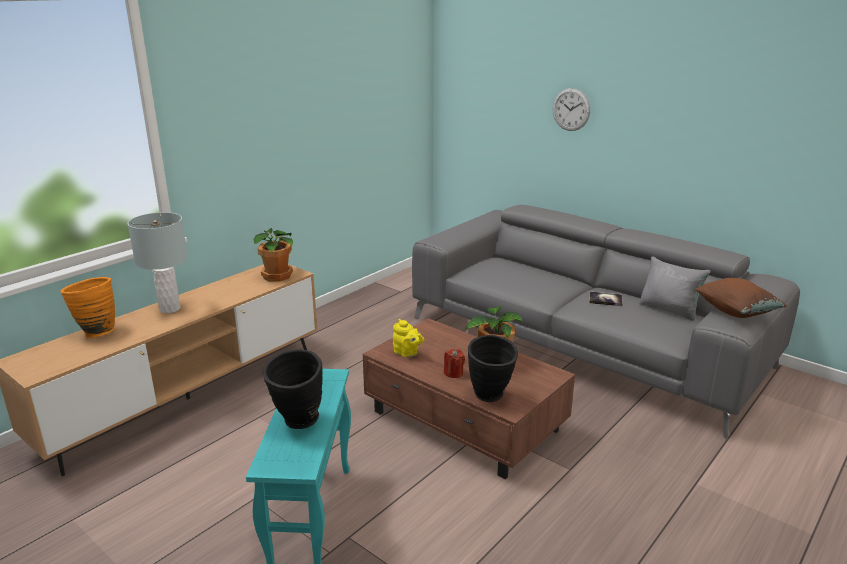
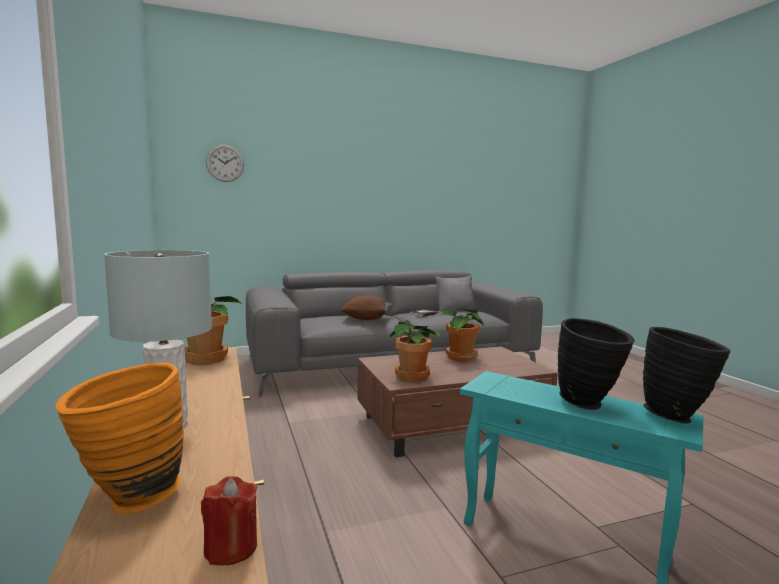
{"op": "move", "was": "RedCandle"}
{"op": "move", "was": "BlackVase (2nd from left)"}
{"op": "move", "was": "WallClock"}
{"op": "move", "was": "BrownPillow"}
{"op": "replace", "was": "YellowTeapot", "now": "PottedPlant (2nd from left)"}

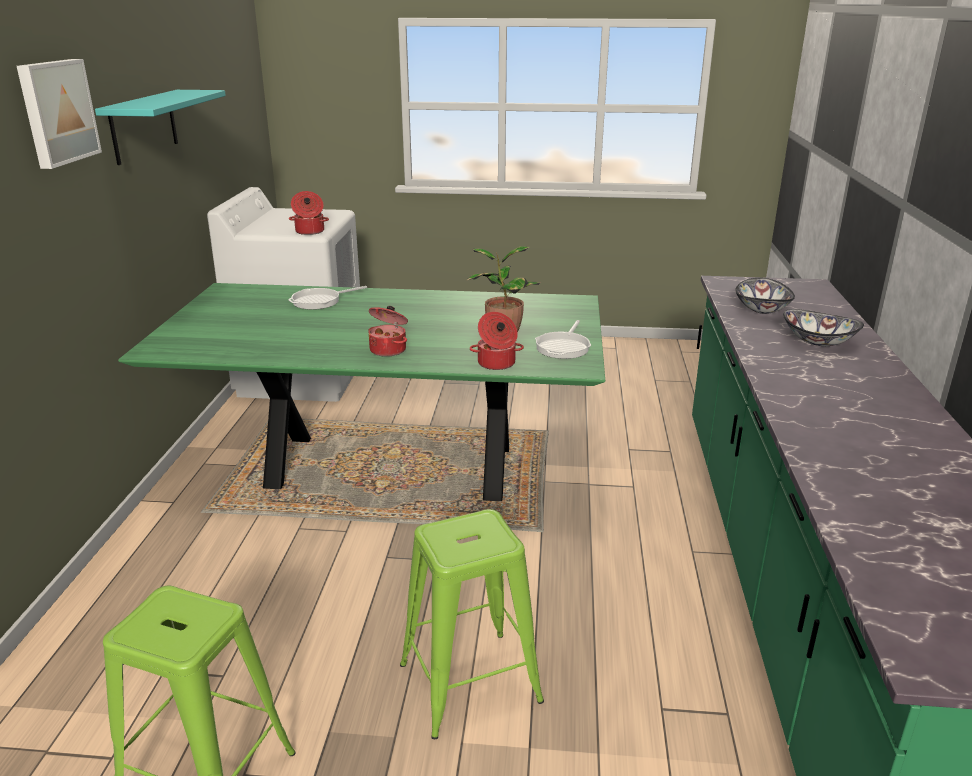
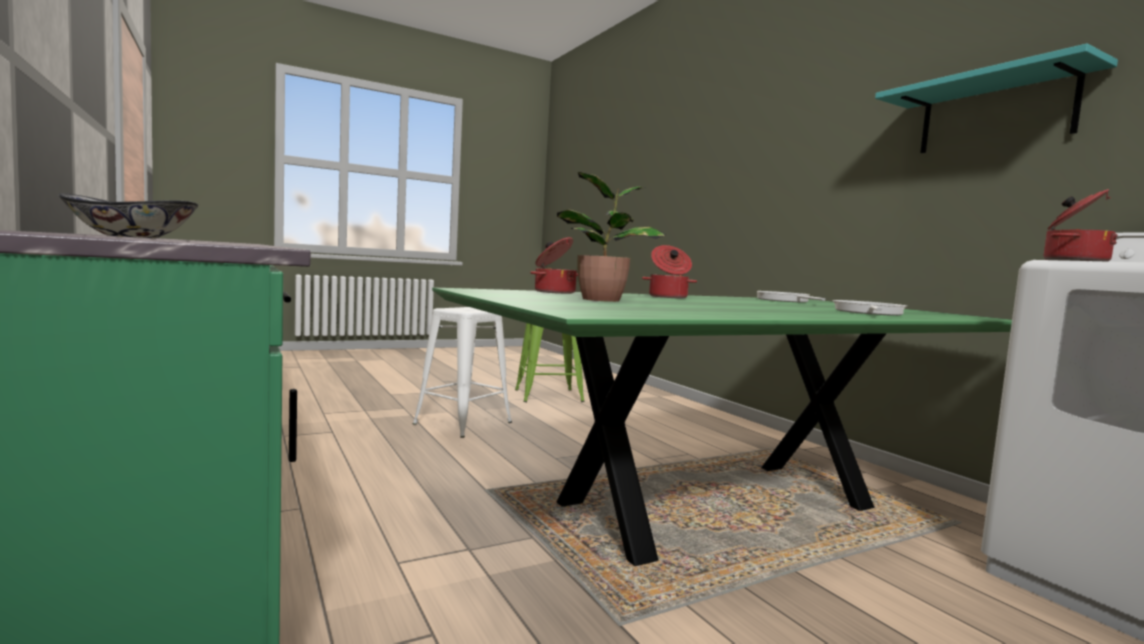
{"op": "delete", "was": "Picture"}
{"op": "delete", "was": "Bowl (1st from left)"}
{"op": "move", "was": "FryingPan (2nd from left in the first image)", "now": "FryingPan (1st from left)"}
{"op": "recolor", "was": "GreenStool (2nd from left)", "now": "WhiteStool"}

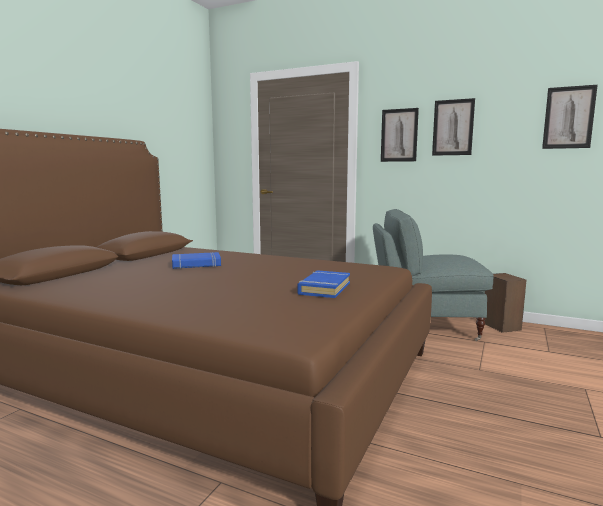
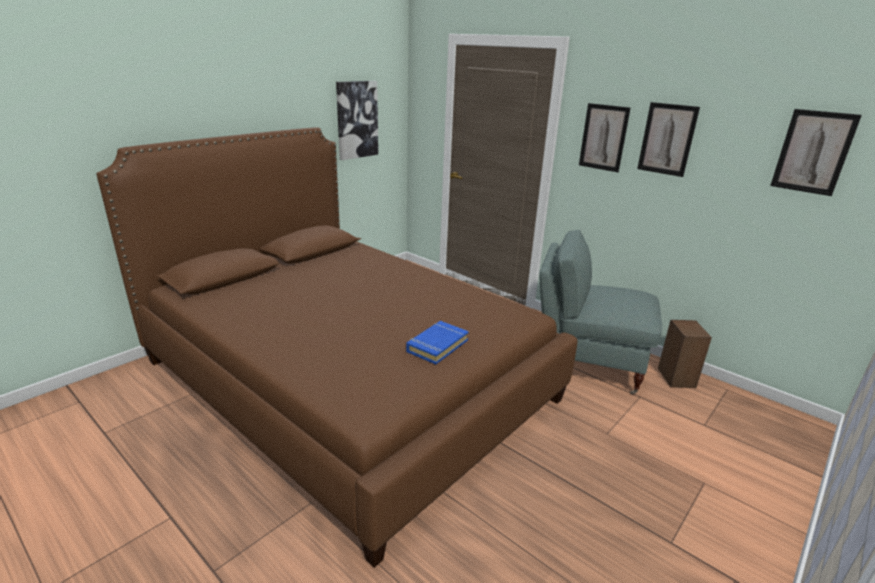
{"op": "delete", "was": "BlueBook (1st from left)"}
{"op": "insert", "now": "Picture (1st from left)"}

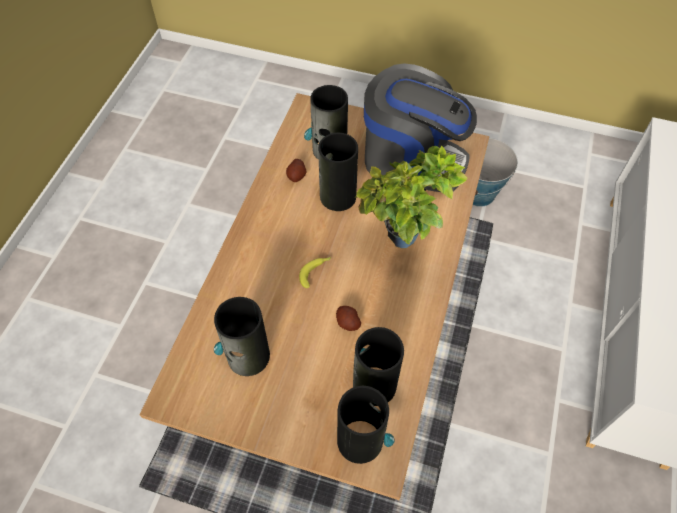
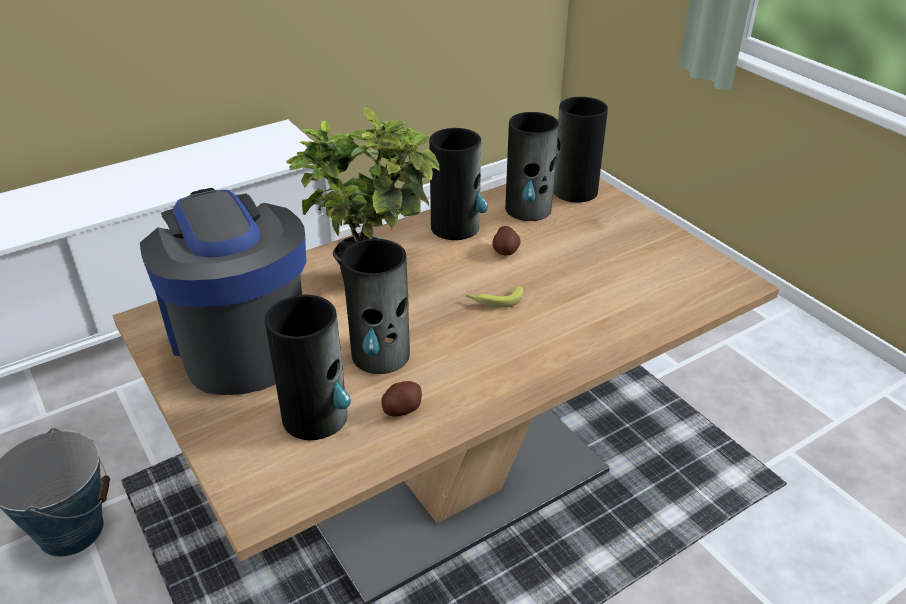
{"op": "move", "was": "Vase (1st from left in the first image)", "now": "Vase (3rd from left)"}

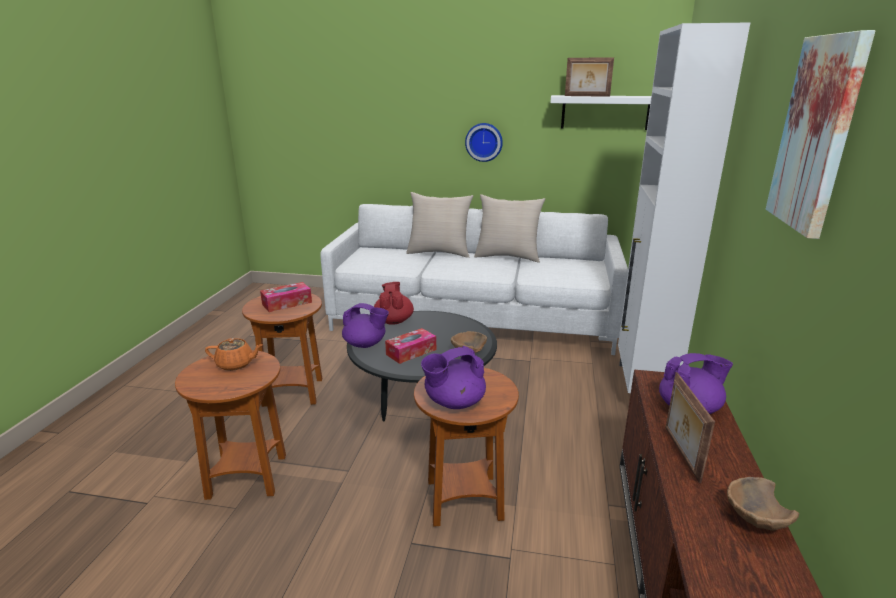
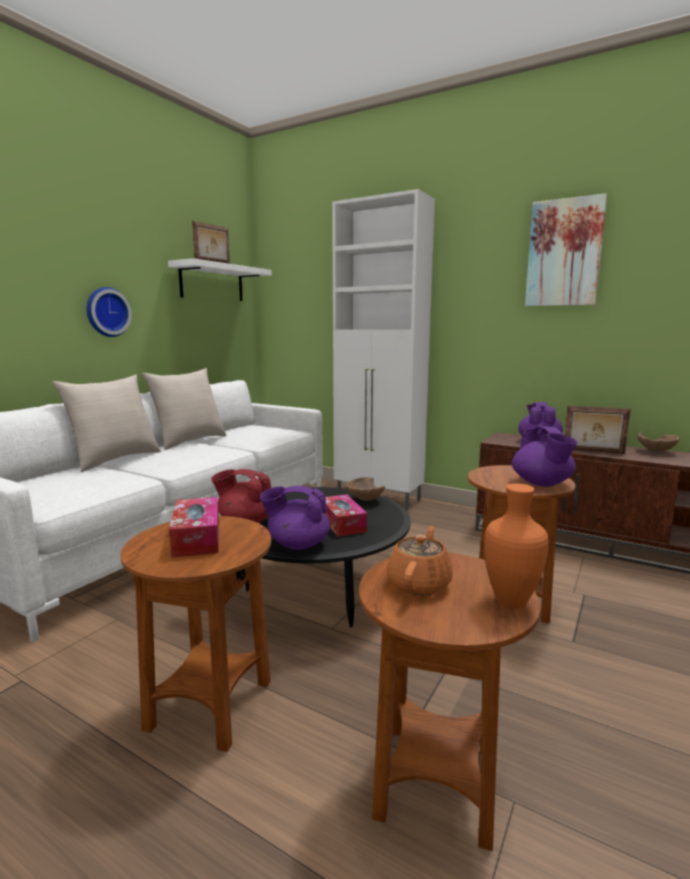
{"op": "insert", "now": "OrangeVase"}
{"op": "rotate", "was": "PurpleTeapot (1st from left)", "clockwise": -120}

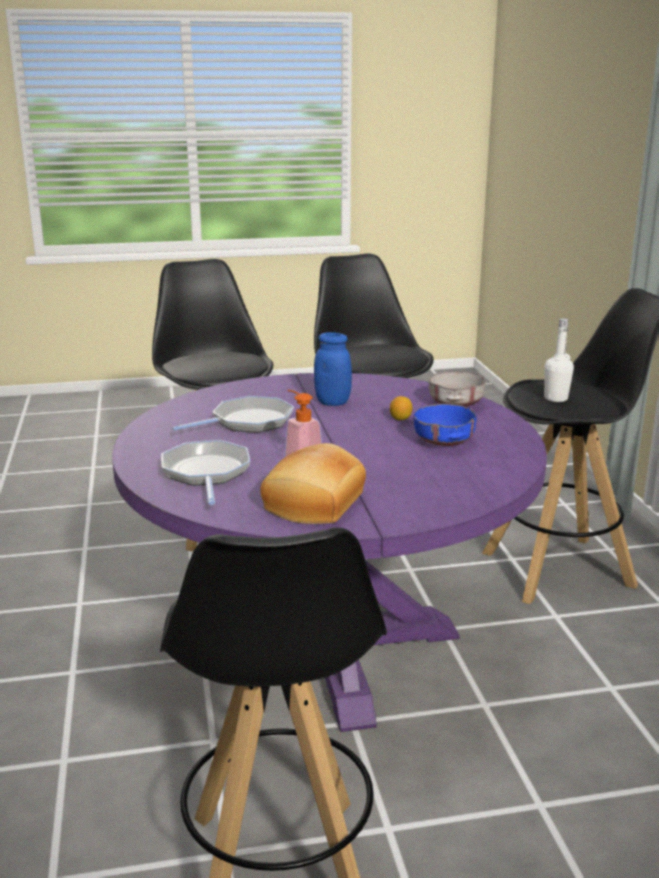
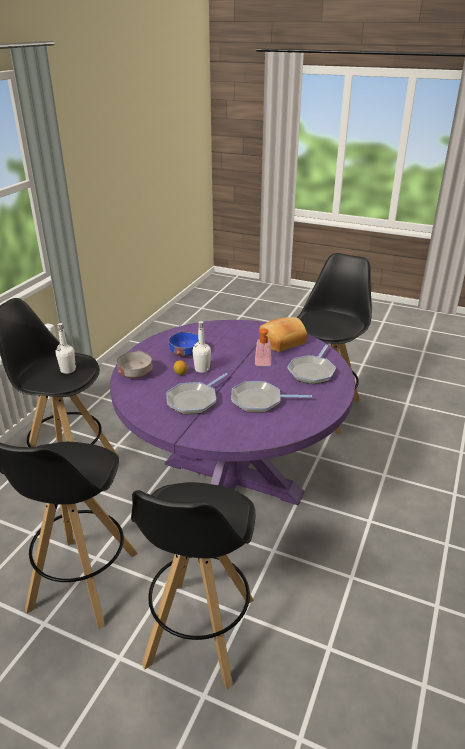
{"op": "insert", "now": "WhiteBottle (2nd from left)"}
{"op": "replace", "was": "BlueJar", "now": "FryingPan (1st from left)"}

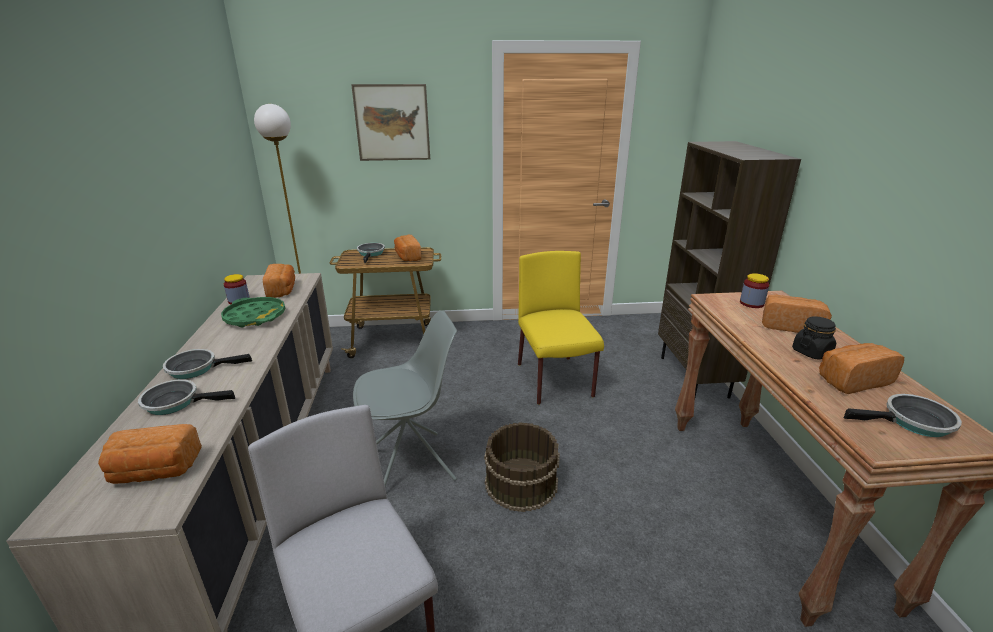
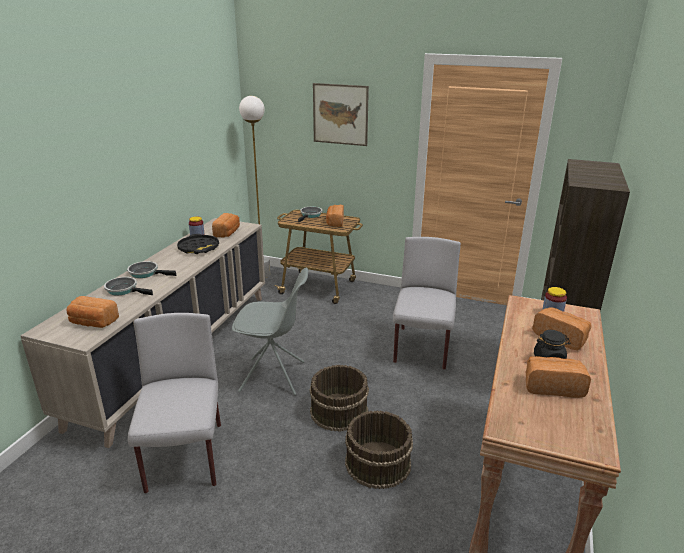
{"op": "delete", "was": "FryingPan (4th from left)"}
{"op": "insert", "now": "BrownBucket (2nd from left)"}
{"op": "recolor", "was": "GreenTray", "now": "BlackTray"}
{"op": "recolor", "was": "YellowChair", "now": "GreyChair (3rd from left)"}

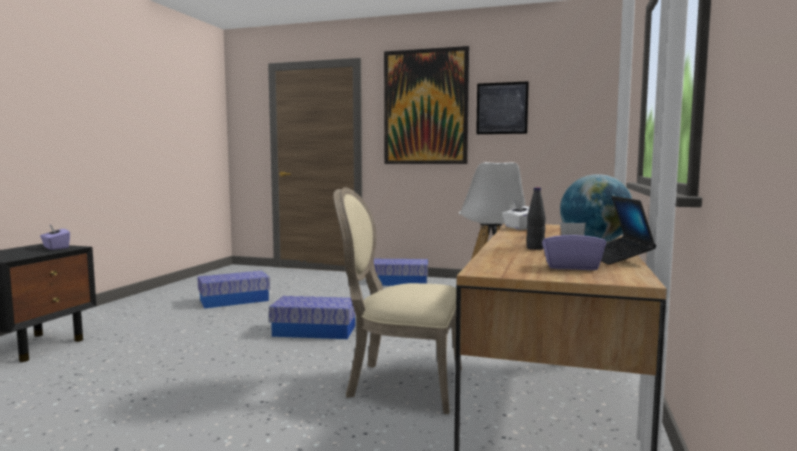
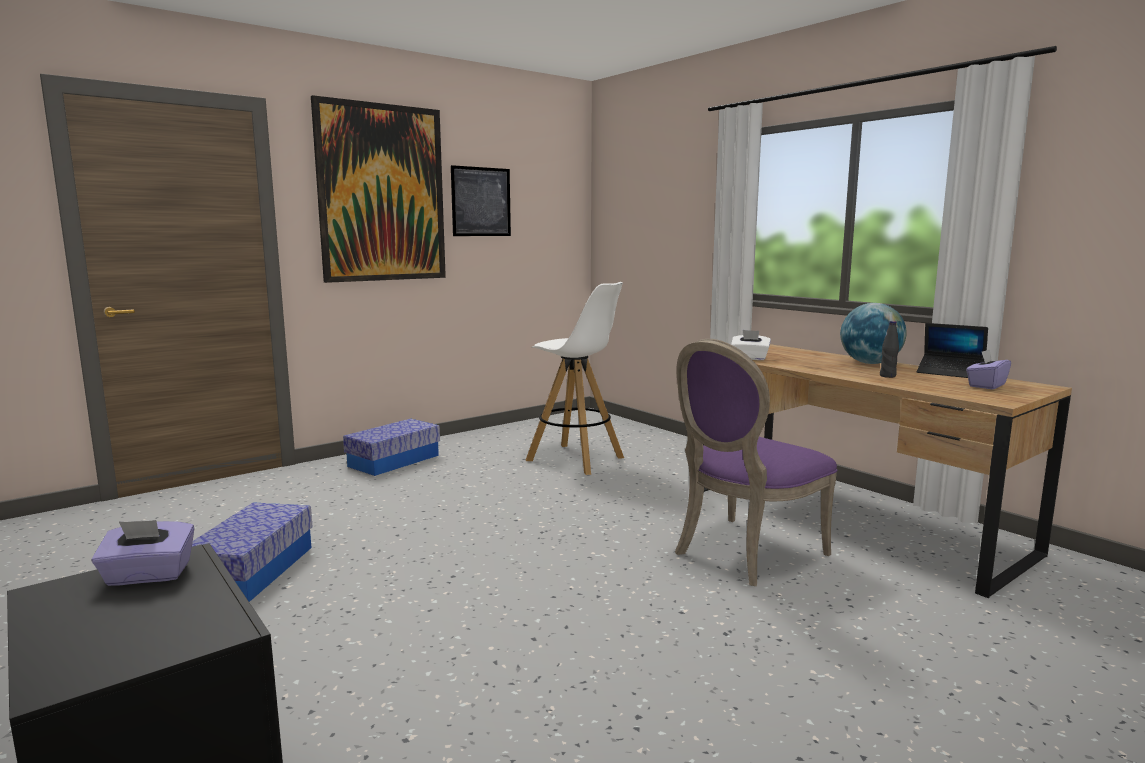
{"op": "delete", "was": "StorageBox (2nd from left)"}
{"op": "recolor", "was": "BeigeChair", "now": "PurpleChair"}

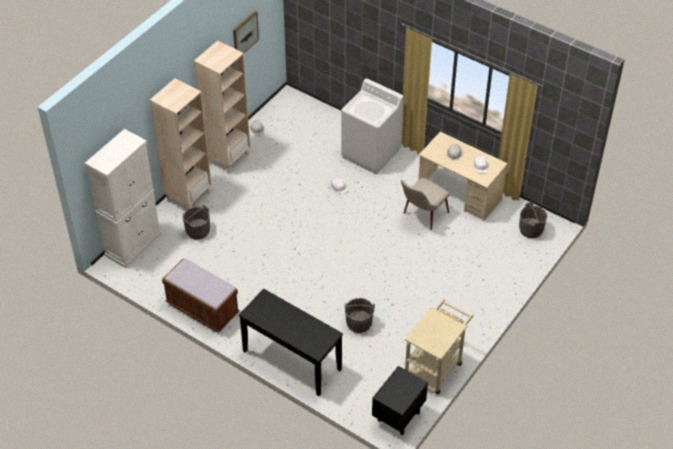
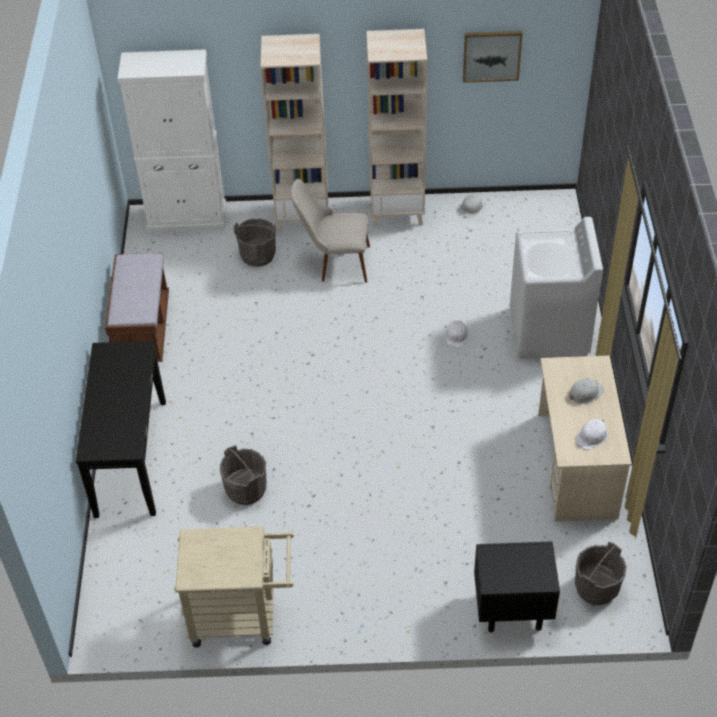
{"op": "move", "was": "BlackNightstand"}
{"op": "move", "was": "BeigeChair"}

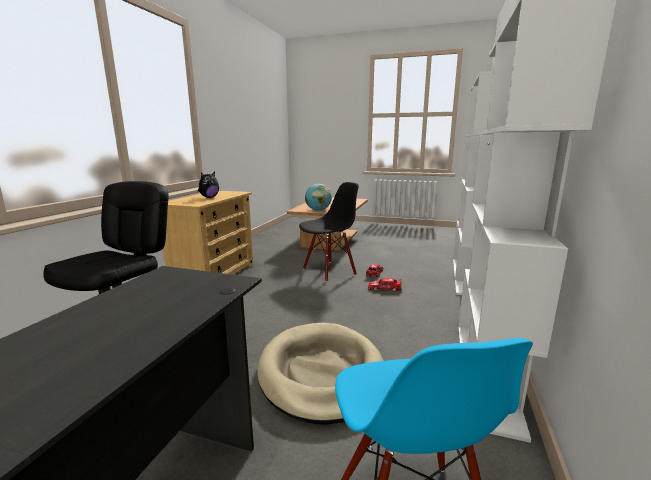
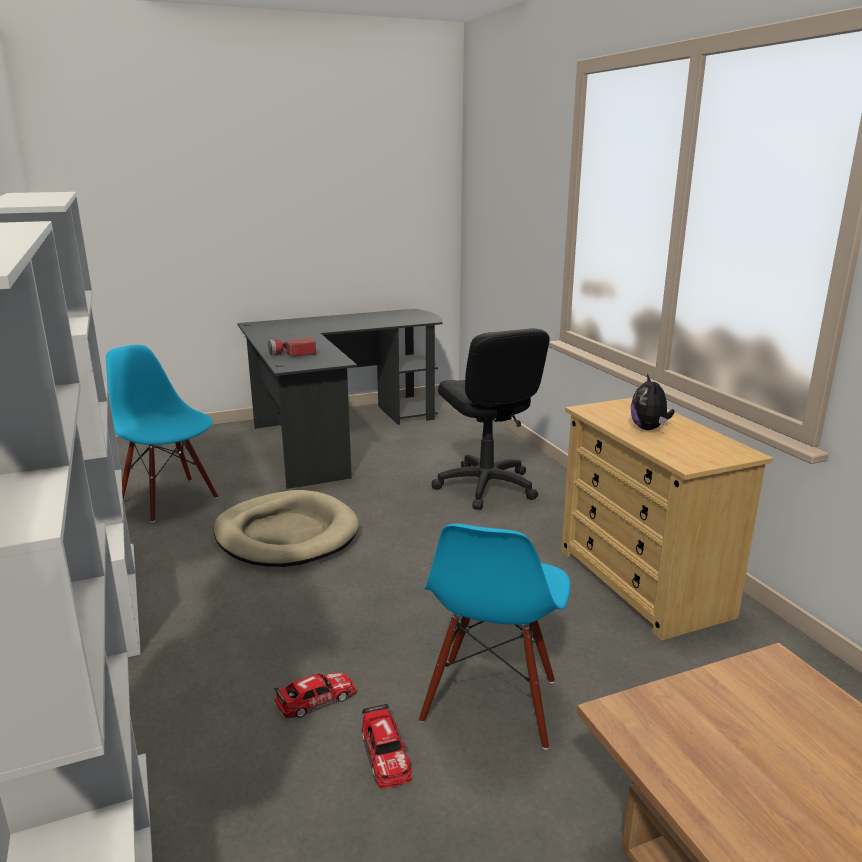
{"op": "delete", "was": "Globe"}
{"op": "insert", "now": "Flashlight"}
{"op": "recolor", "was": "BlackChair", "now": "BlueChair (2nd from left)"}

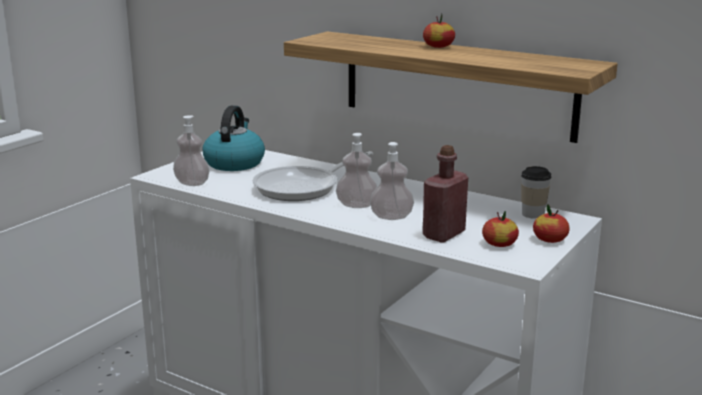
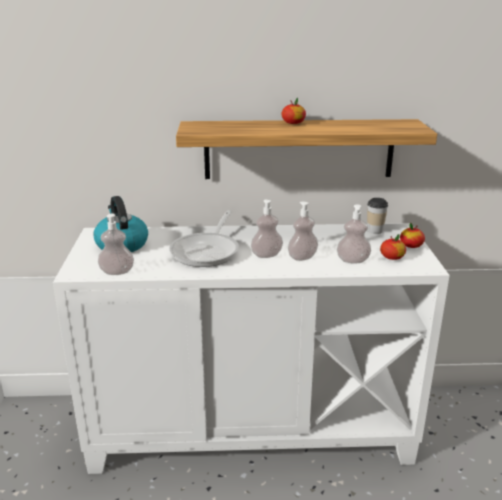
{"op": "replace", "was": "RedBottle", "now": "SoapDispenser (4th from left)"}

